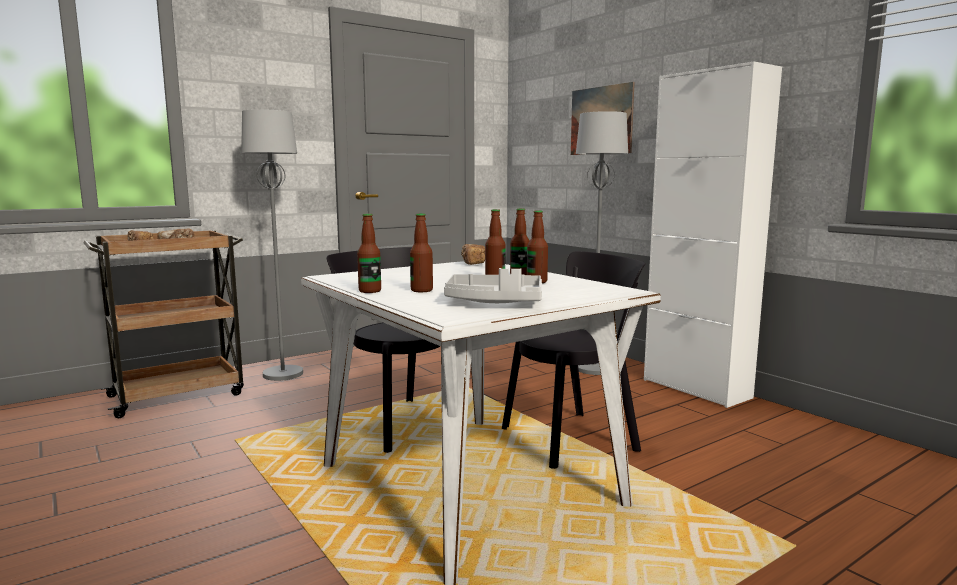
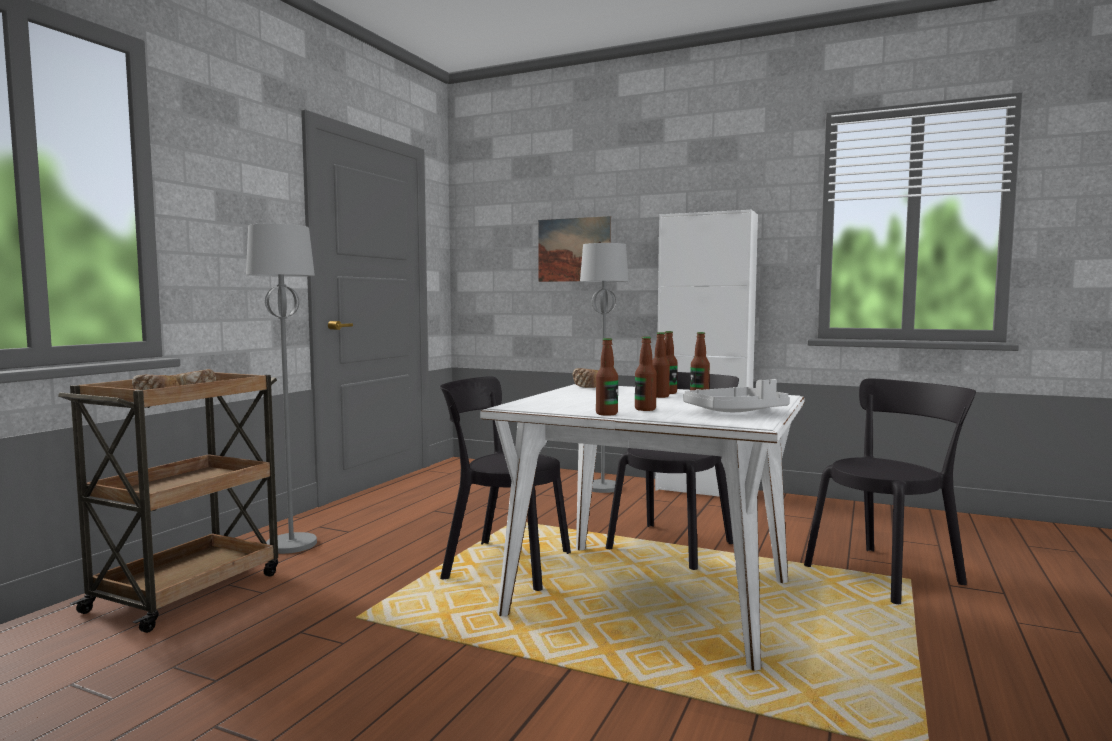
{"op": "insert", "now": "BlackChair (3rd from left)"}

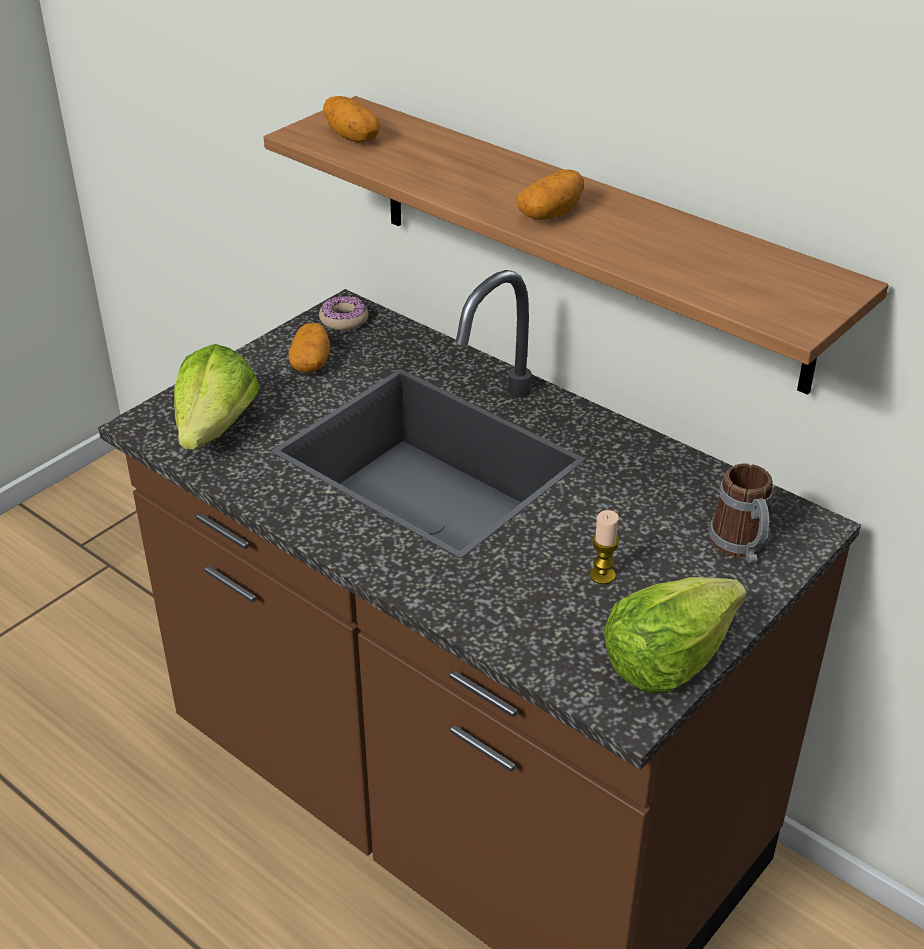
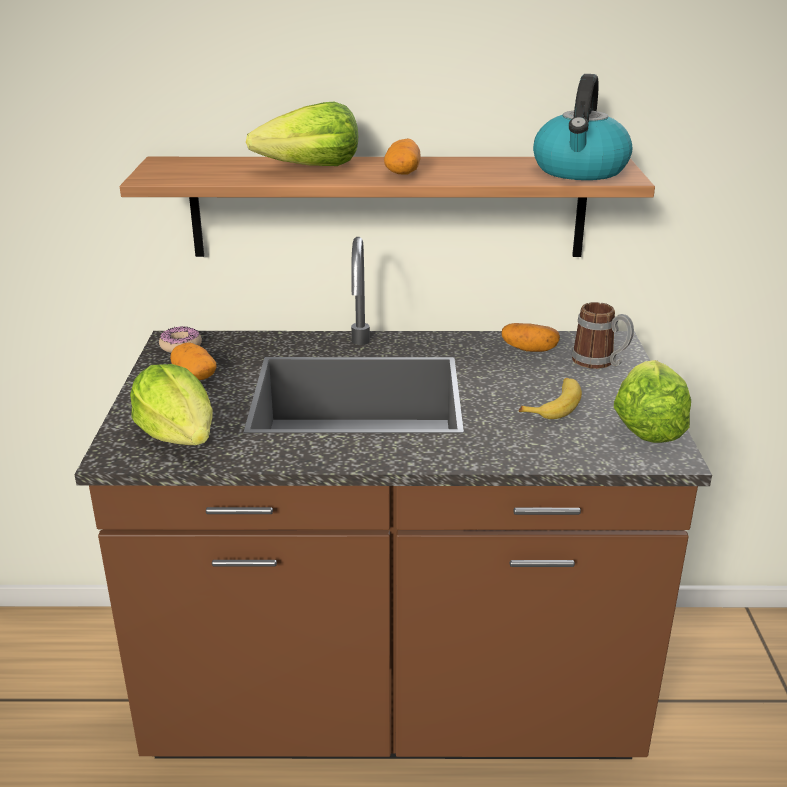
{"op": "insert", "now": "Lettuce (2nd from left)"}
{"op": "insert", "now": "Kettle"}
{"op": "move", "was": "Potato (2nd from left in the first image)", "now": "Potato (3rd from left)"}
{"op": "replace", "was": "Candle", "now": "Banana"}

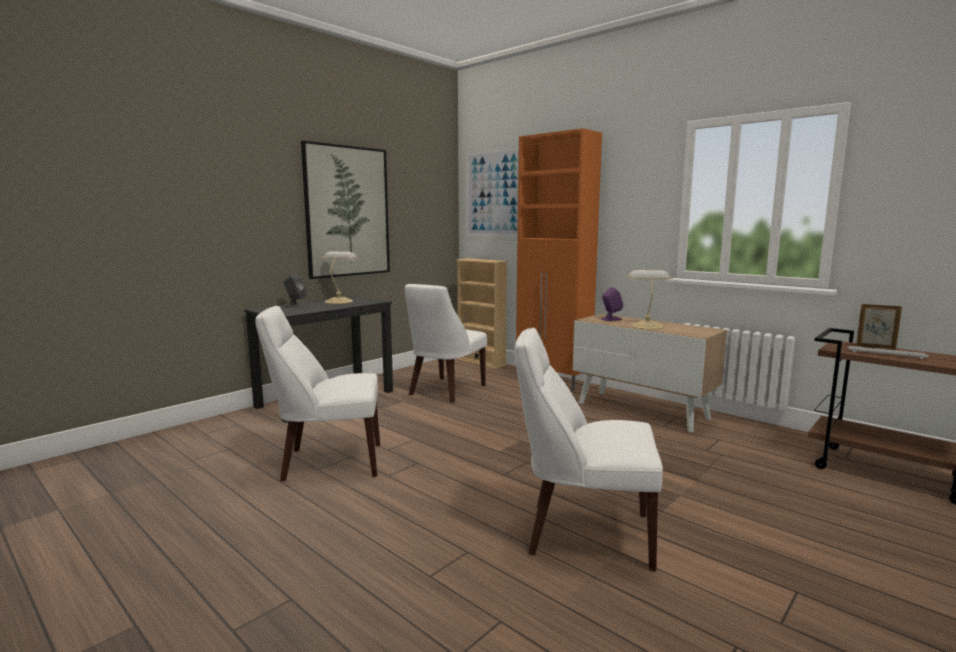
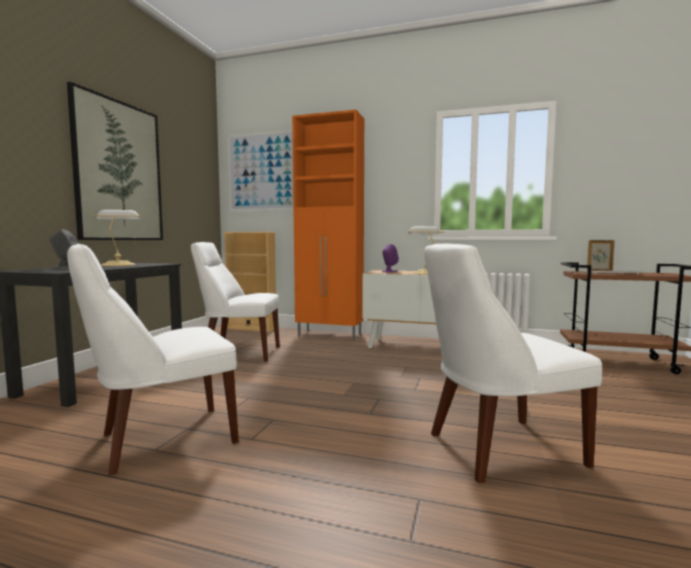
{"op": "rotate", "was": "WhiteChair (2nd from left)", "clockwise": 90}

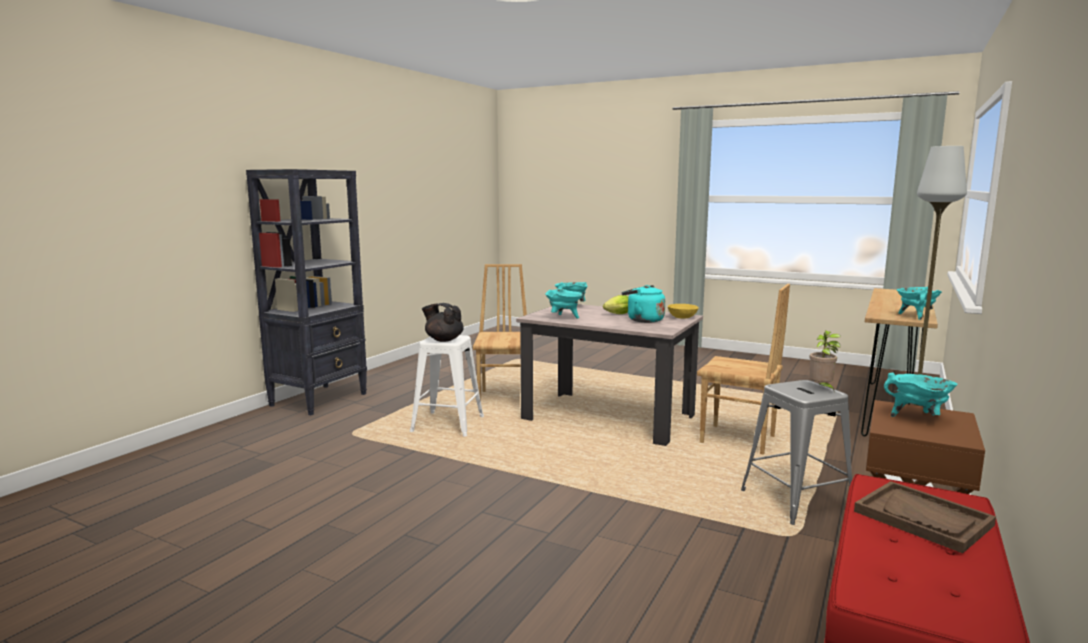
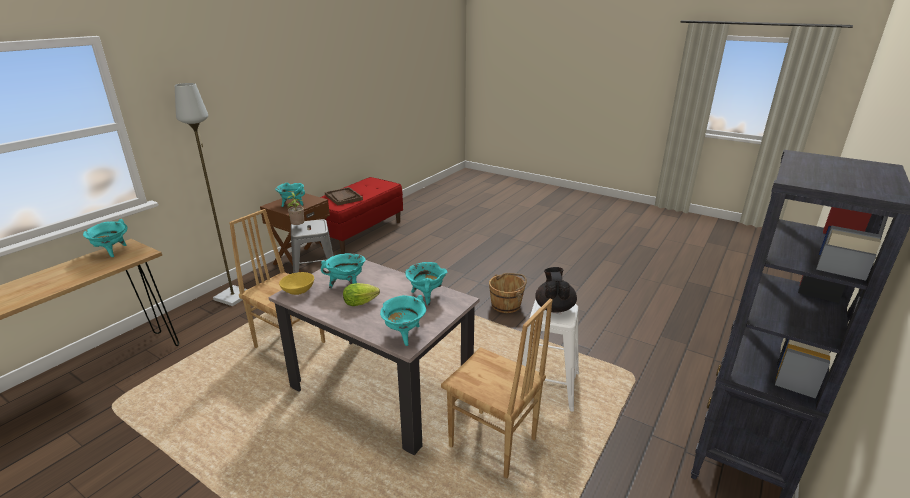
{"op": "insert", "now": "BrownBucket"}
{"op": "replace", "was": "TurquoiseKettle", "now": "TurquoiseCookingPot (3rd from left)"}
{"op": "rotate", "was": "BlackTeapot", "clockwise": -120}
{"op": "rotate", "was": "BrownChair (1st from left in the first image)", "clockwise": -60}

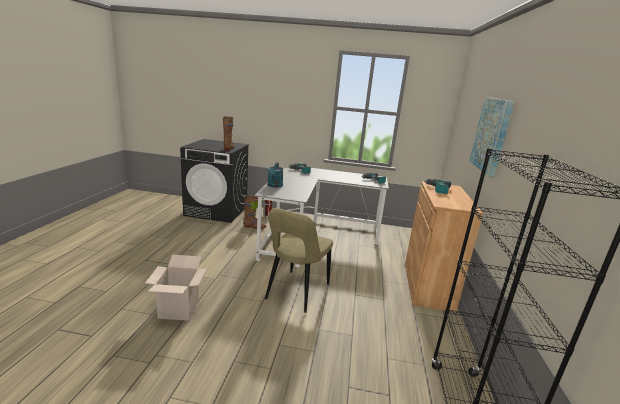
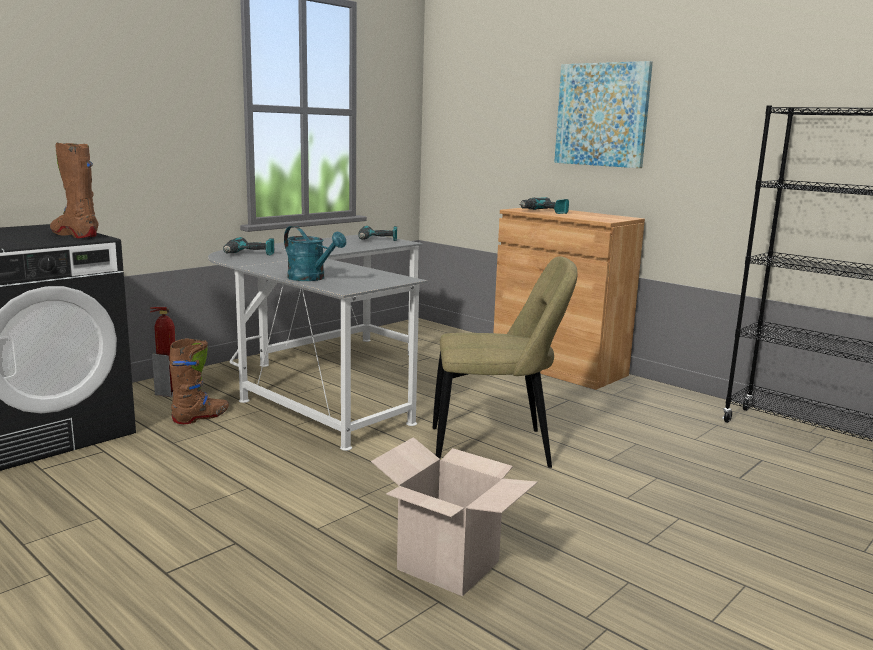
{"op": "rotate", "was": "BeigeChair", "clockwise": -60}

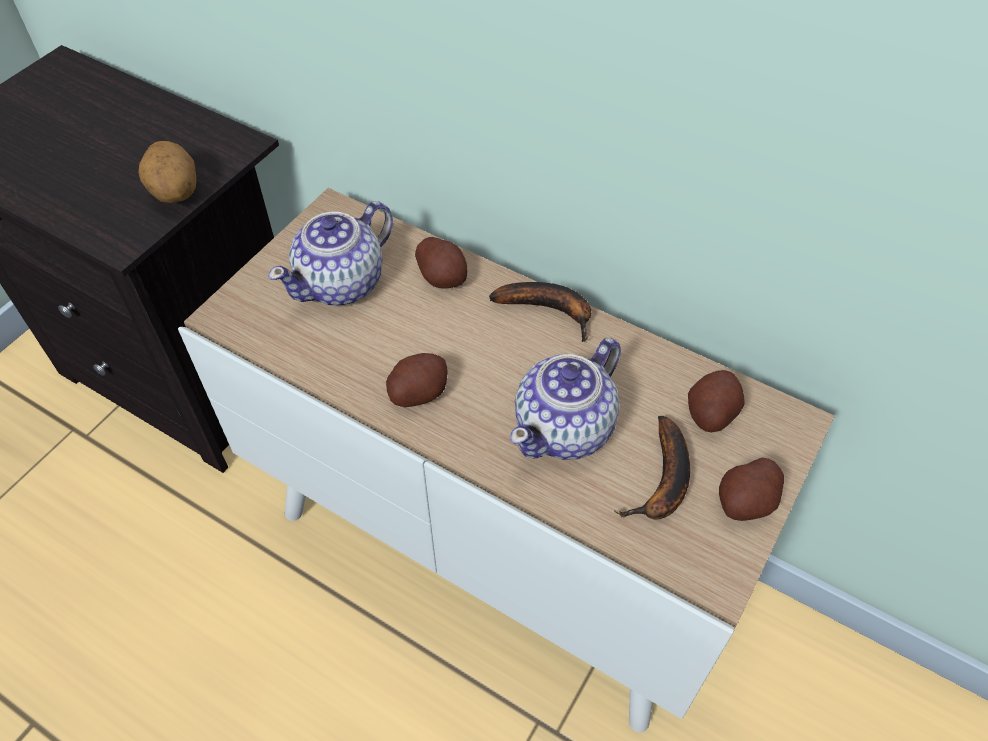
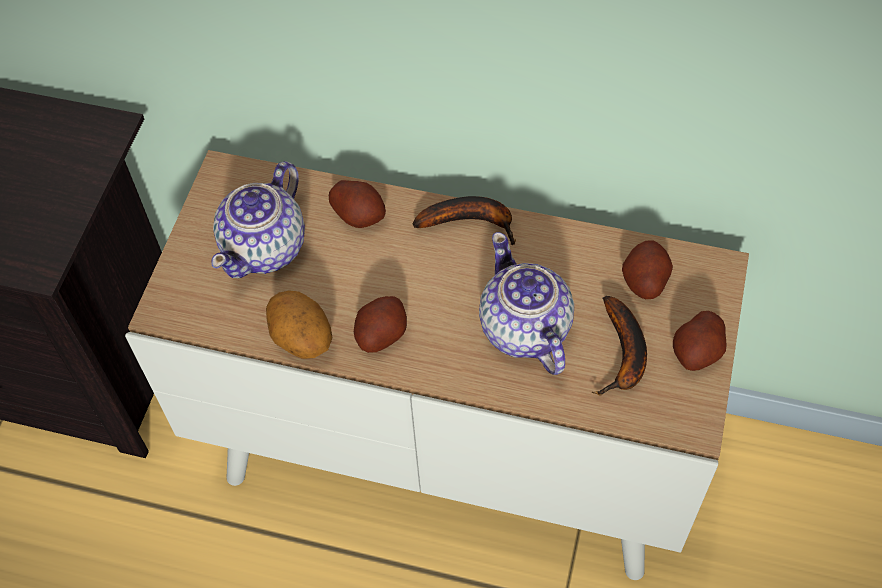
{"op": "move", "was": "Potato (1st from left)"}
{"op": "rotate", "was": "Teapot (2nd from left)", "clockwise": 135}

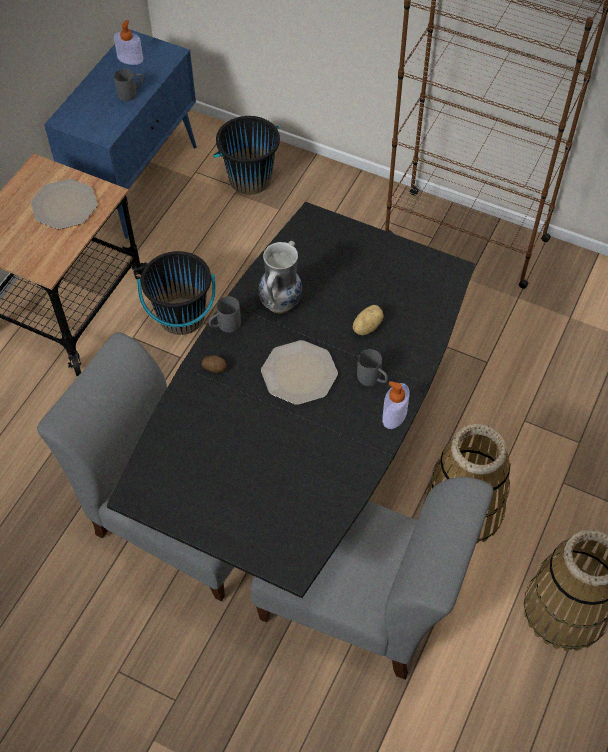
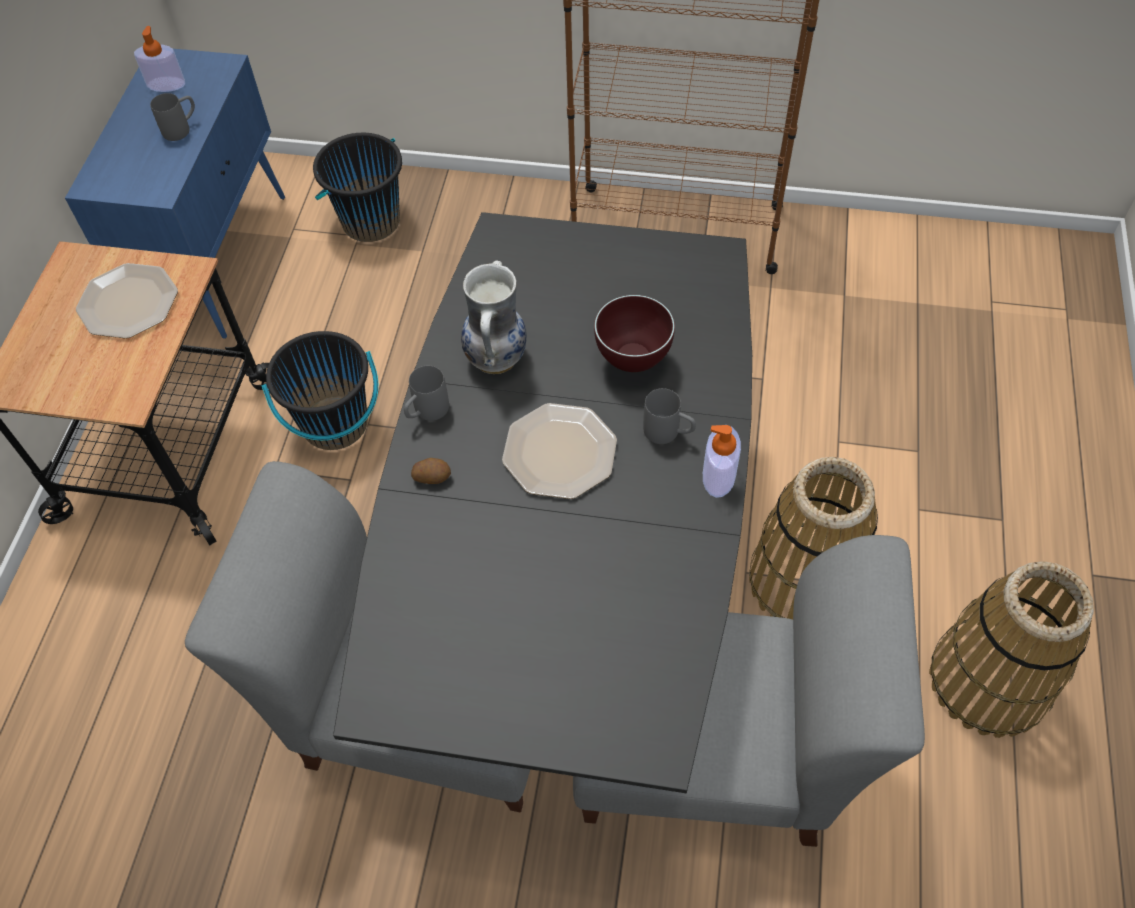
{"op": "replace", "was": "Potato (2nd from left)", "now": "BrownBowl"}

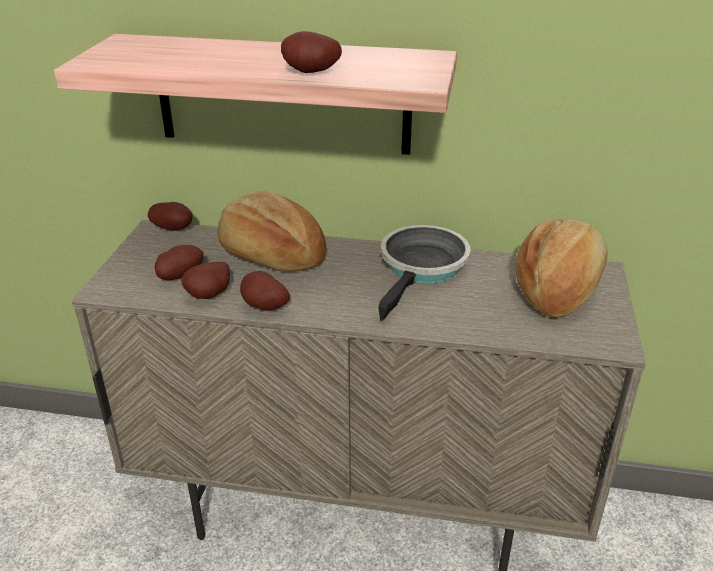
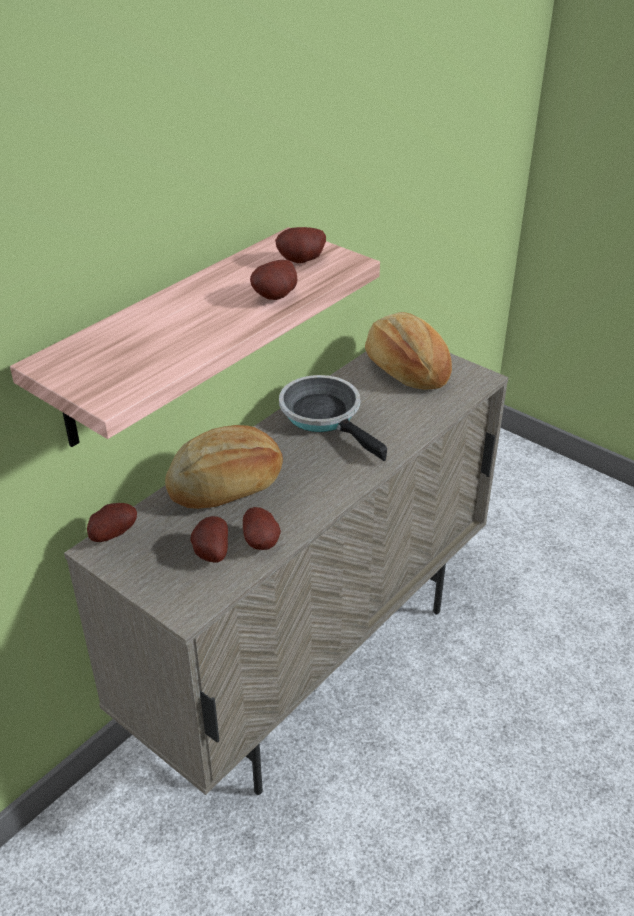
{"op": "move", "was": "Potato (4th from left in the first image)", "now": "Potato (5th from left)"}

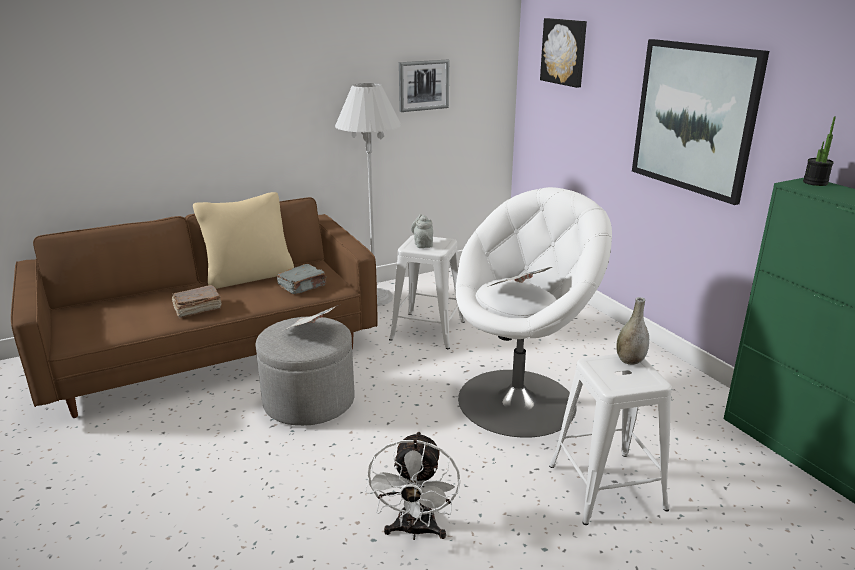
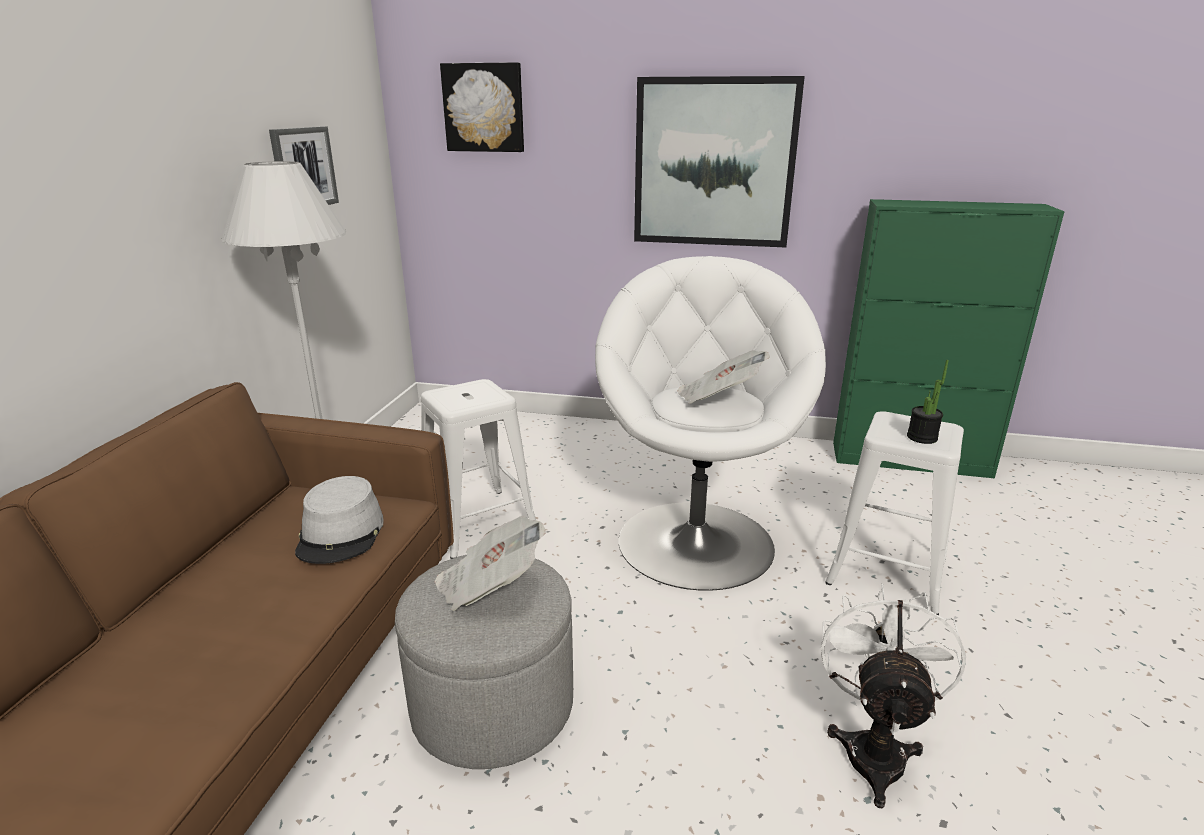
{"op": "delete", "was": "BrownBook"}
{"op": "delete", "was": "BeigePillow"}
{"op": "delete", "was": "GreyTeapot"}
{"op": "delete", "was": "GreyVase"}
{"op": "move", "was": "PottedPlant"}
{"op": "replace", "was": "GreyBook", "now": "GreyHat"}
{"op": "rotate", "was": "WhiteFan", "clockwise": -120}

